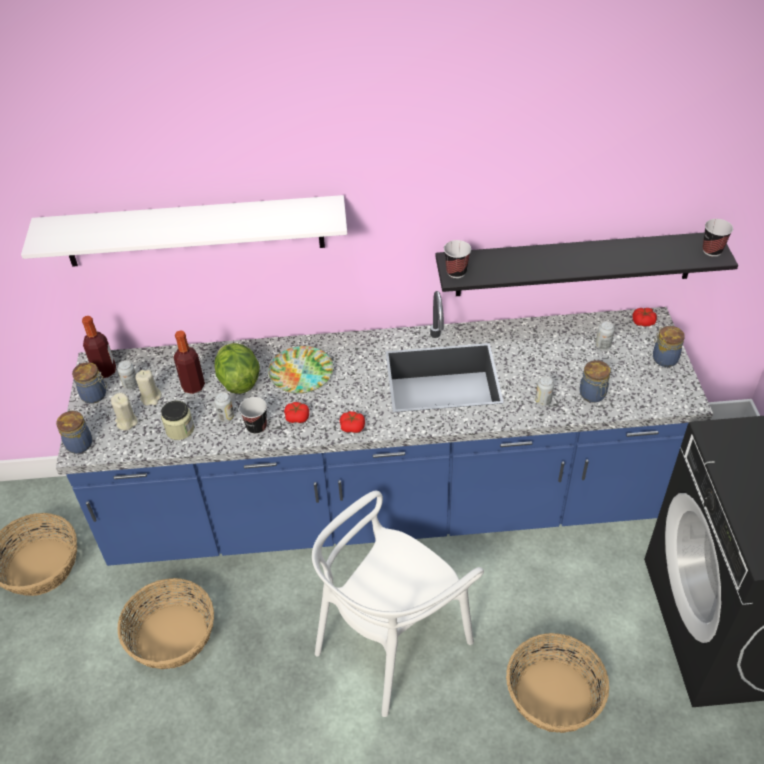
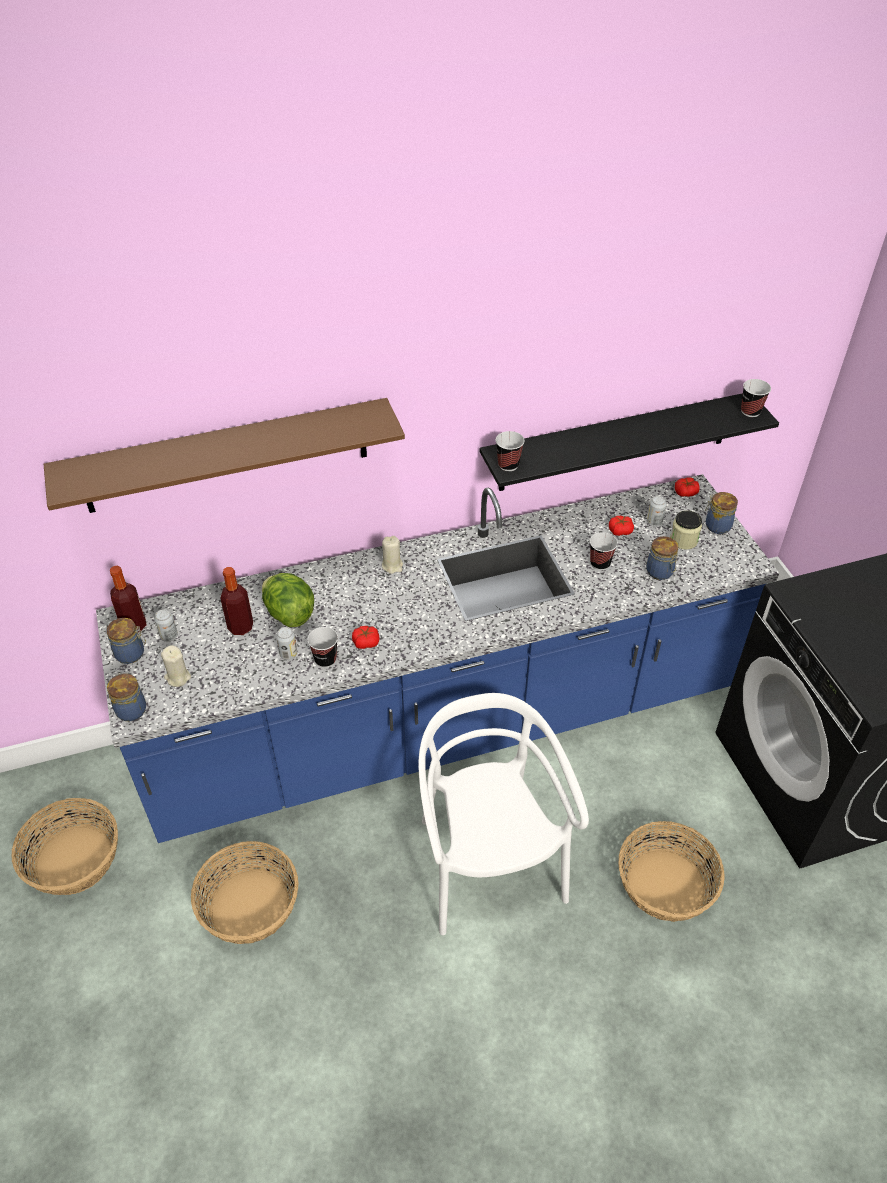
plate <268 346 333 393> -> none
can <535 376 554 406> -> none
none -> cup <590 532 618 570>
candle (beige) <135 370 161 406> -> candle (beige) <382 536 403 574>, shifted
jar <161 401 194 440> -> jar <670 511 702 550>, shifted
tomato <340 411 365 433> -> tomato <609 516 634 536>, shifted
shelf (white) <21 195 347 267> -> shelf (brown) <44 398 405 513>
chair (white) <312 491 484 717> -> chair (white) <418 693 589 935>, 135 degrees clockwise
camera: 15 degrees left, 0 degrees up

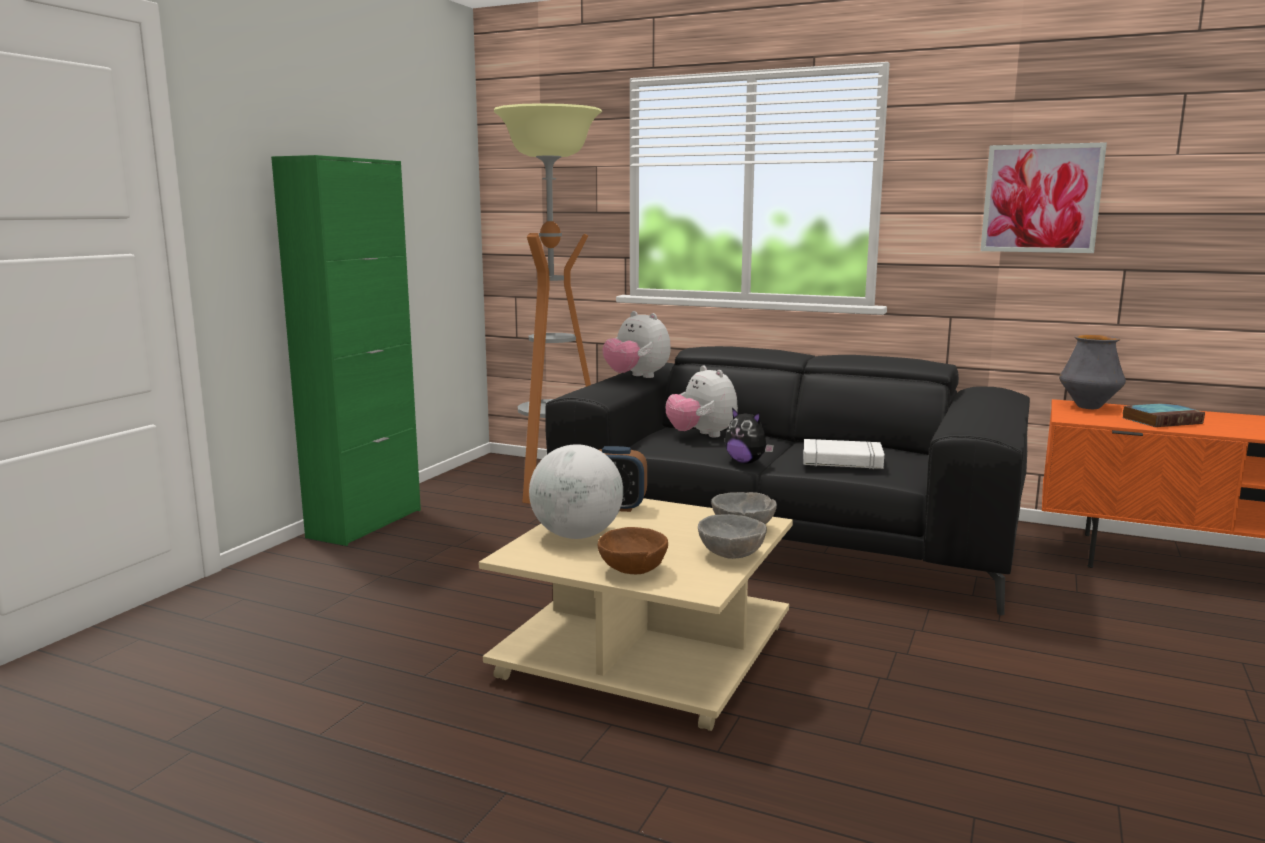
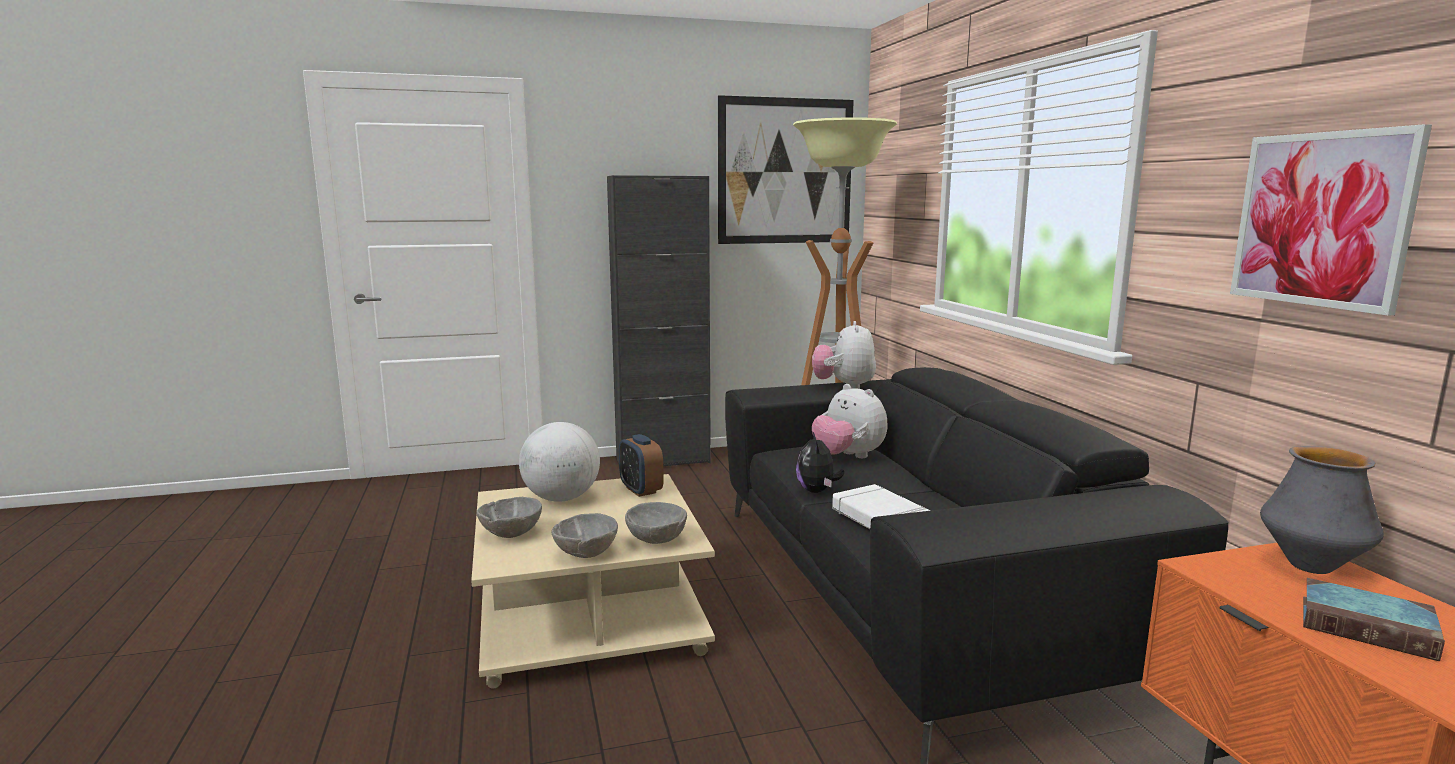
none -> picture <718 95 854 244>
cabinet (green) <271 155 421 546> -> cabinet (black) <607 175 711 466>
bowl (brown) <598 527 668 574> -> bowl (grey) <476 497 542 538>
plush toy <666 366 738 437> -> plush toy <812 384 887 458>, 60 degrees counterclockwise
camera: 50 degrees right, 0 degrees up

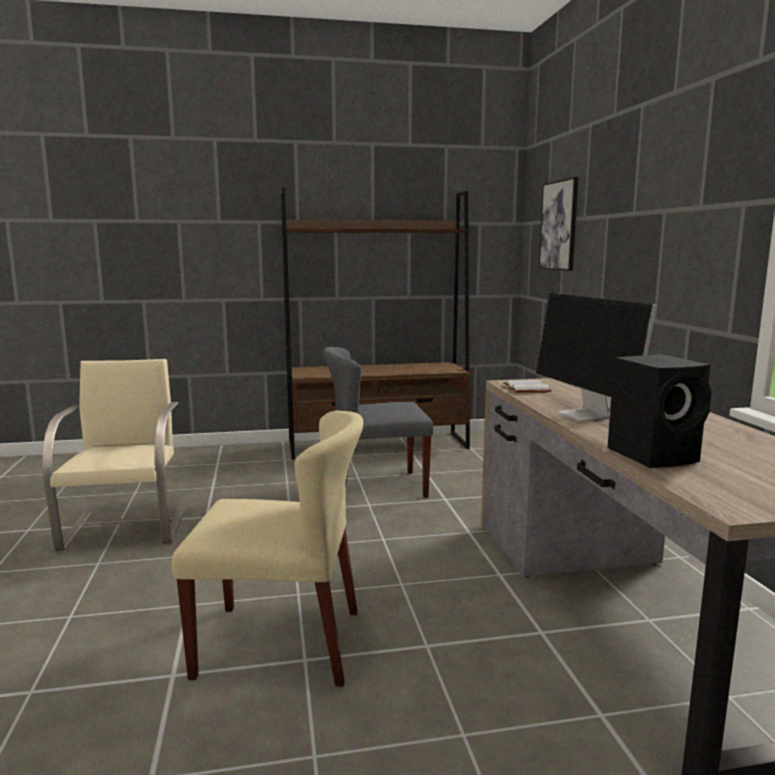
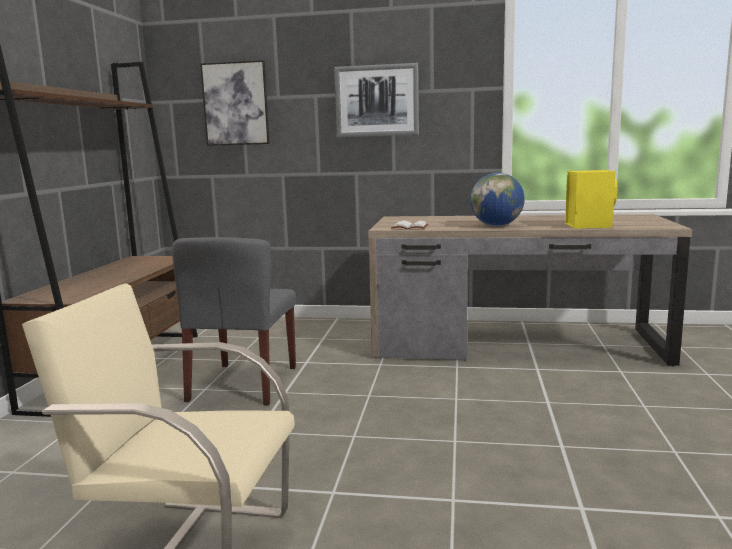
chair (beige) <172 411 364 687> -> none
none -> picture <334 63 419 137>
monitor <535 293 657 421> -> globe <470 173 525 226>
speaker (black) <607 354 712 468> -> speaker (yellow) <565 170 618 229>
camera: 70 degrees left, 0 degrees up

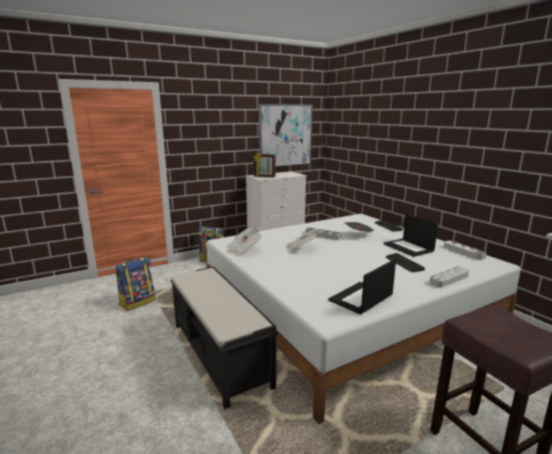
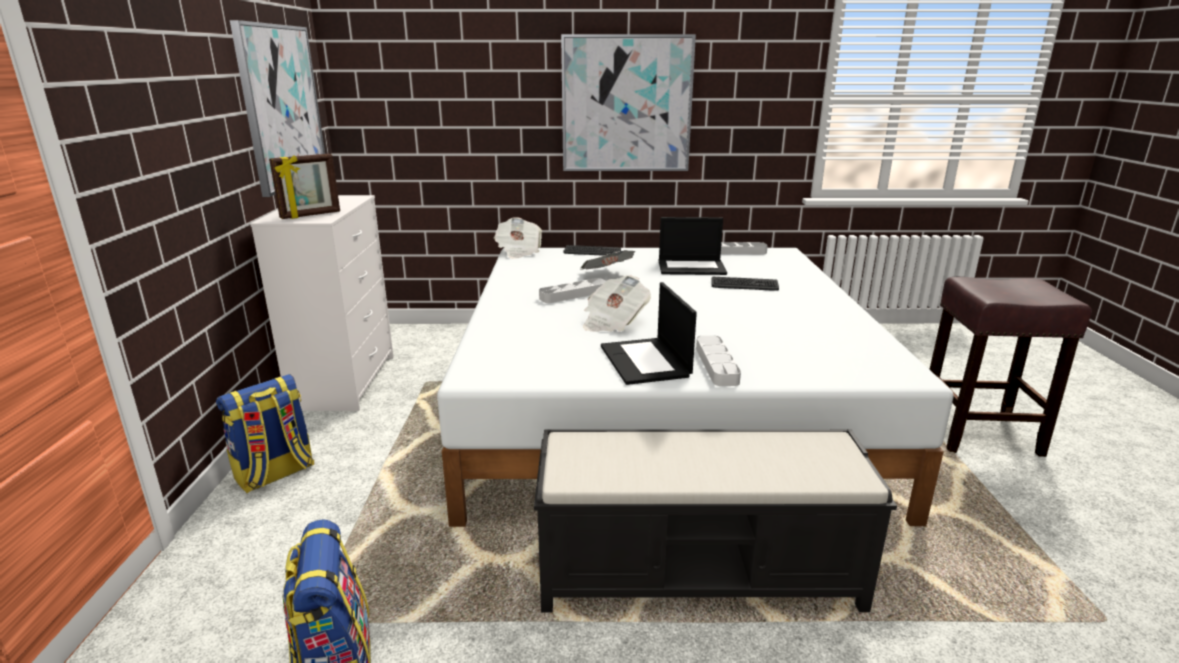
none -> picture <561 34 696 171>
newspaper <226 227 262 255> -> newspaper <494 217 542 259>, shifted
laptop <328 260 396 314> -> laptop <601 282 697 385>, shifted
tray (grey) <429 267 469 288> -> tray (grey) <696 335 741 386>, shifted
camera: 60 degrees left, 5 degrees up

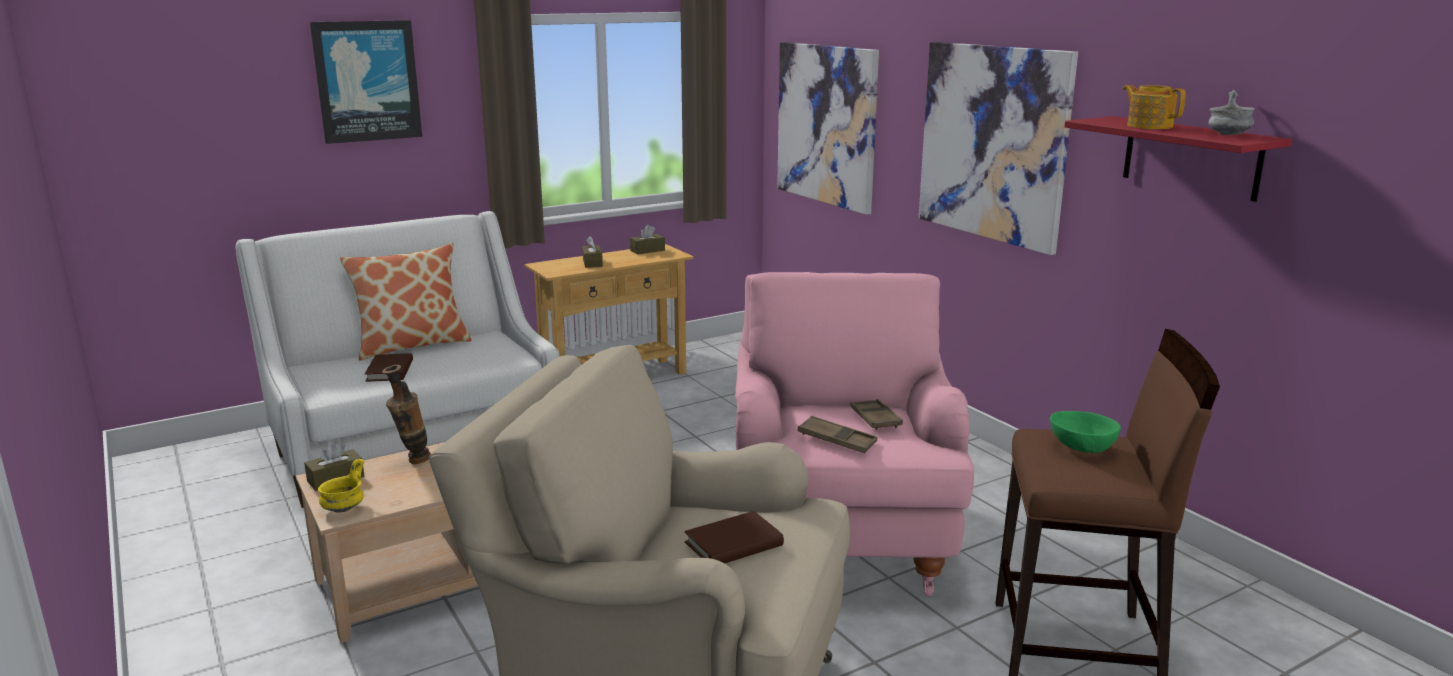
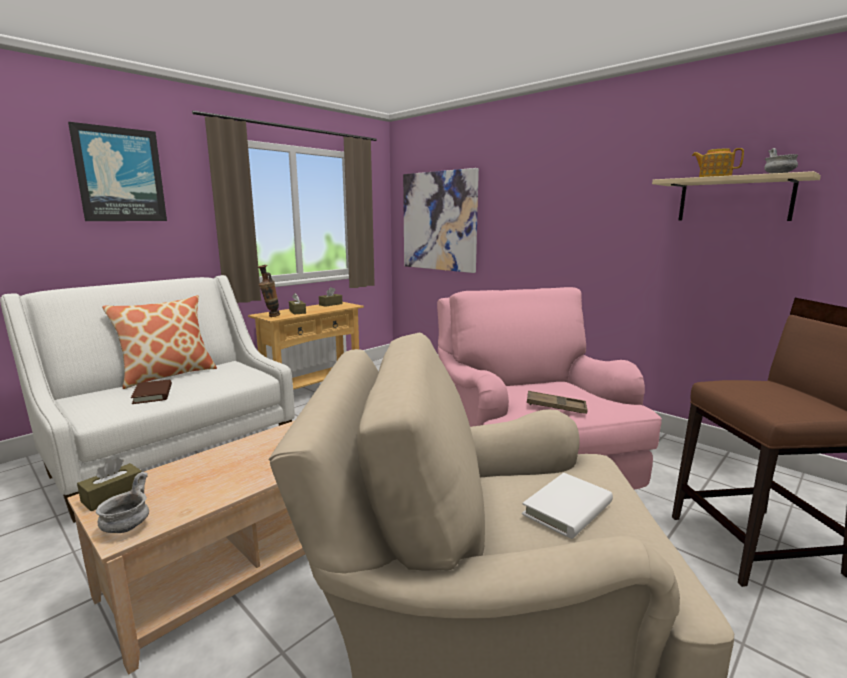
tray (brown) <850 399 903 430> -> none
picture <919 42 1078 255> -> none
bowl (green) <1050 411 1121 453> -> none
vase <382 365 431 464> -> vase <258 265 280 317>, shifted
bowl (yellow) <318 459 364 513> -> bowl (grey) <96 472 149 533>
book (brown) <685 511 784 563> -> book (white) <522 473 613 539>
shelf (red) <1065 116 1292 202> -> shelf (beige) <652 171 821 221>
camera: 15 degrees left, 5 degrees down

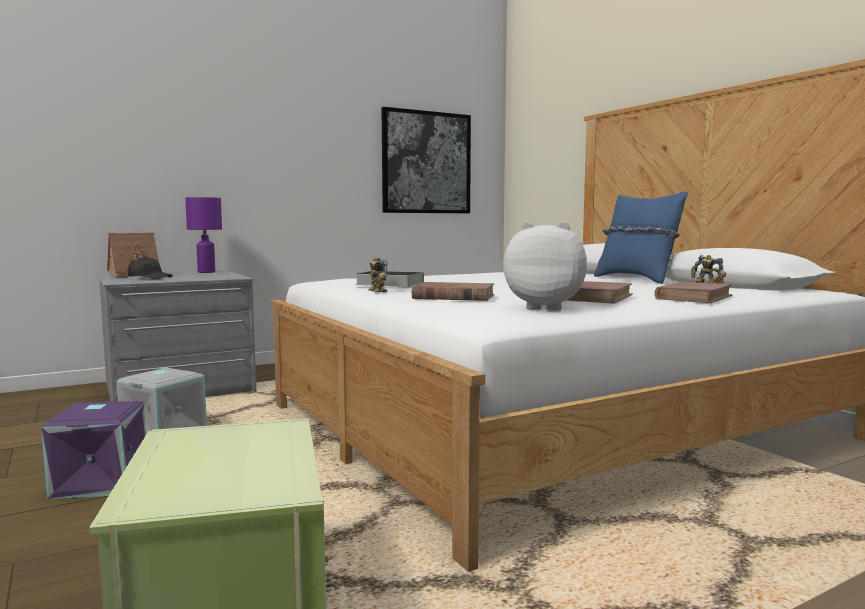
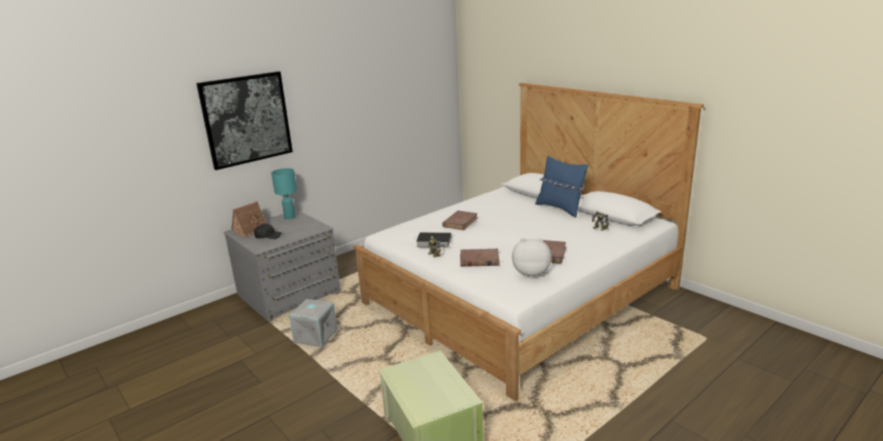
storage box (purple) <41 401 146 499> -> none
picture <382 107 471 213> -> picture <196 71 293 170>, shifted
book (brown) <655 282 733 303> -> book (brown) <442 211 478 230>, shifted
table lamp (purple) <185 197 222 273> -> table lamp (turquoise) <271 168 297 219>
camera: 10 degrees left, 15 degrees up

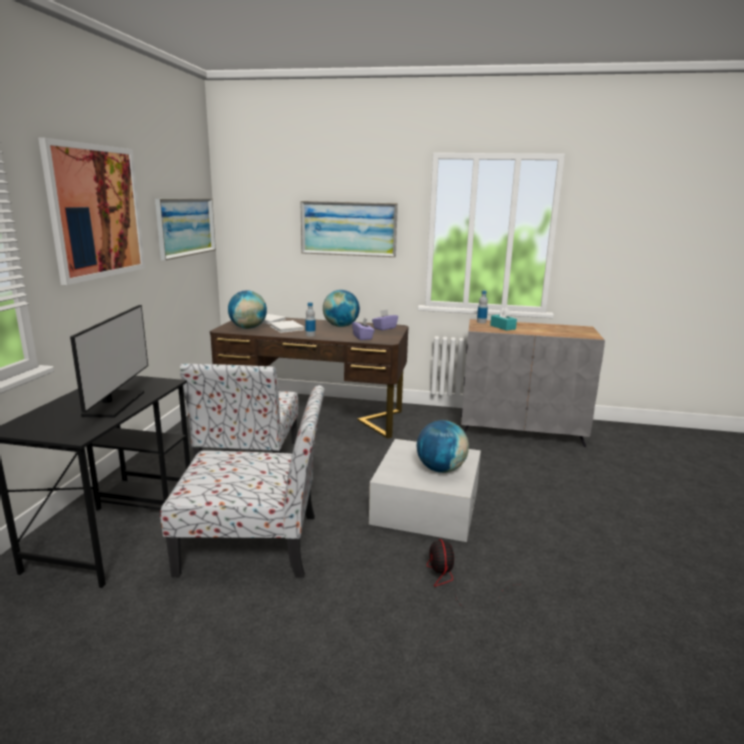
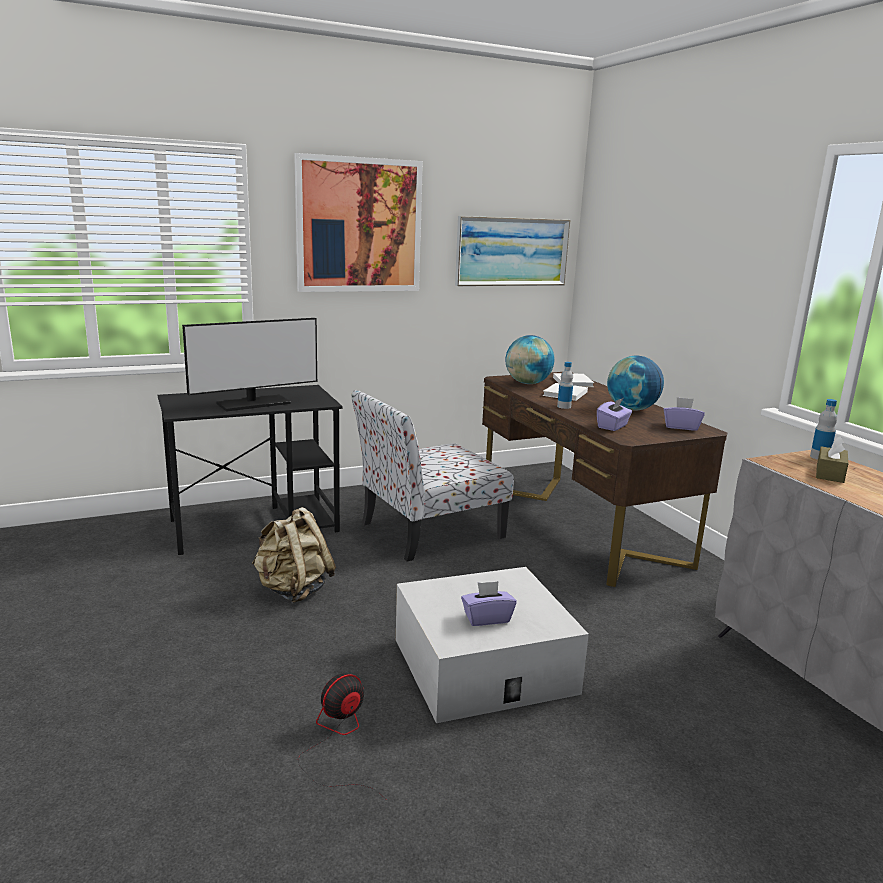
picture <300 201 398 257> -> none
chair <160 385 325 578> -> backpack (beige) <252 507 336 603>
globe <417 420 469 473> -> tissue box (purple) <461 581 517 626>
tissue box (turquoise) <490 307 517 331> -> tissue box (brown) <816 436 848 483>
camera: 55 degrees right, 0 degrees up

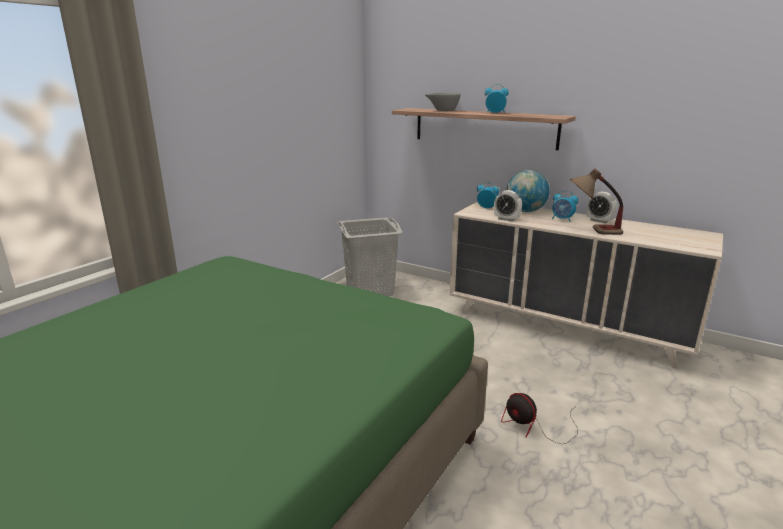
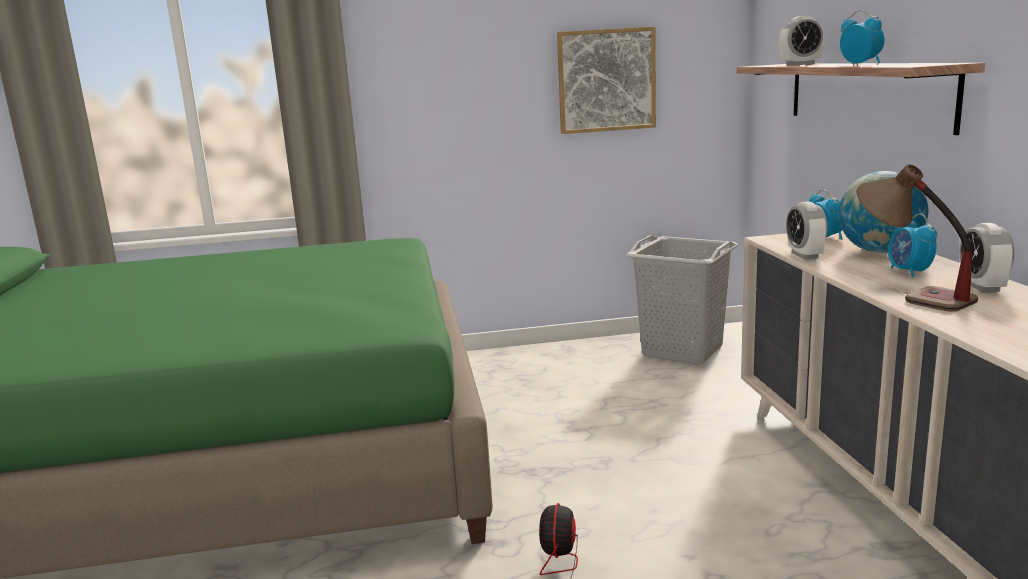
none -> picture <557 27 656 134>
bowl (grey) <425 93 461 111> -> alarm clock <779 16 825 66>
camera: 50 degrees right, 5 degrees down

